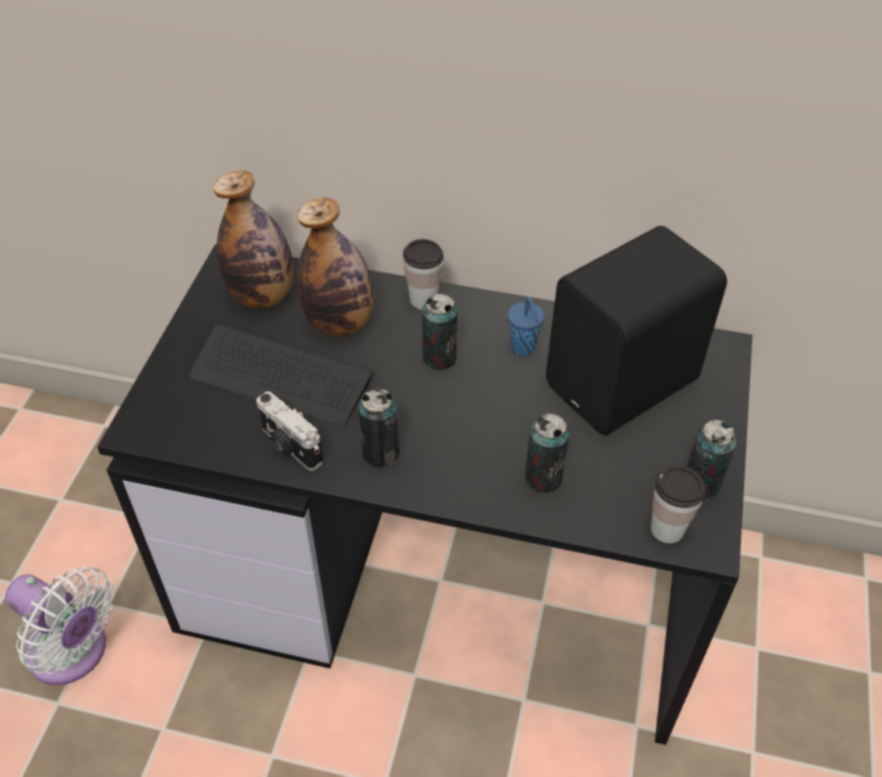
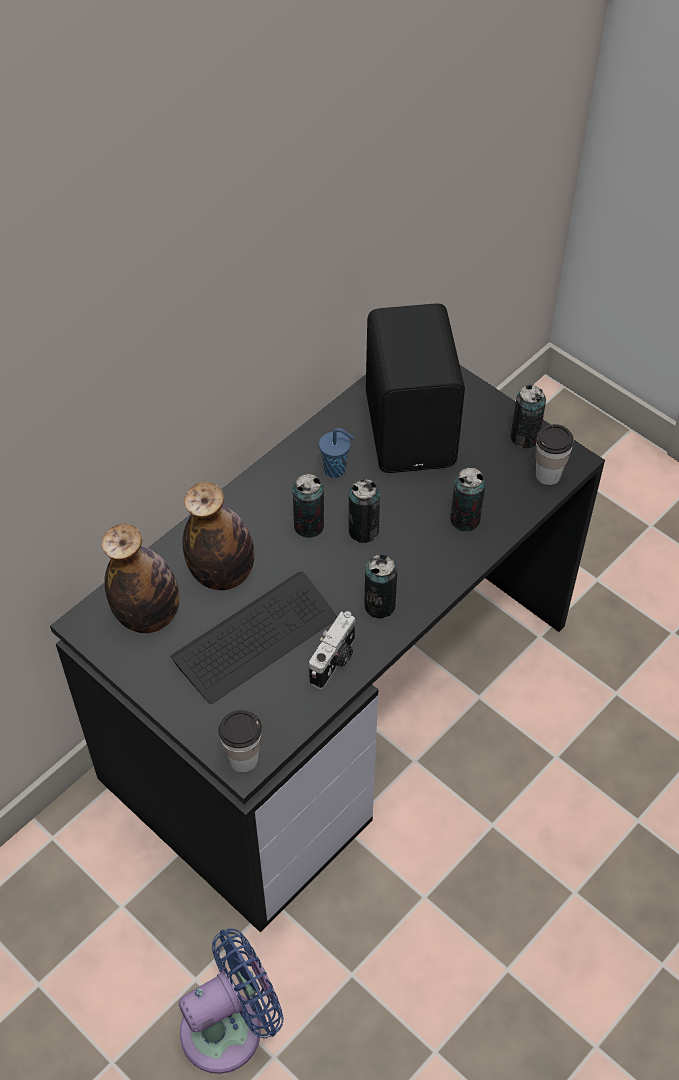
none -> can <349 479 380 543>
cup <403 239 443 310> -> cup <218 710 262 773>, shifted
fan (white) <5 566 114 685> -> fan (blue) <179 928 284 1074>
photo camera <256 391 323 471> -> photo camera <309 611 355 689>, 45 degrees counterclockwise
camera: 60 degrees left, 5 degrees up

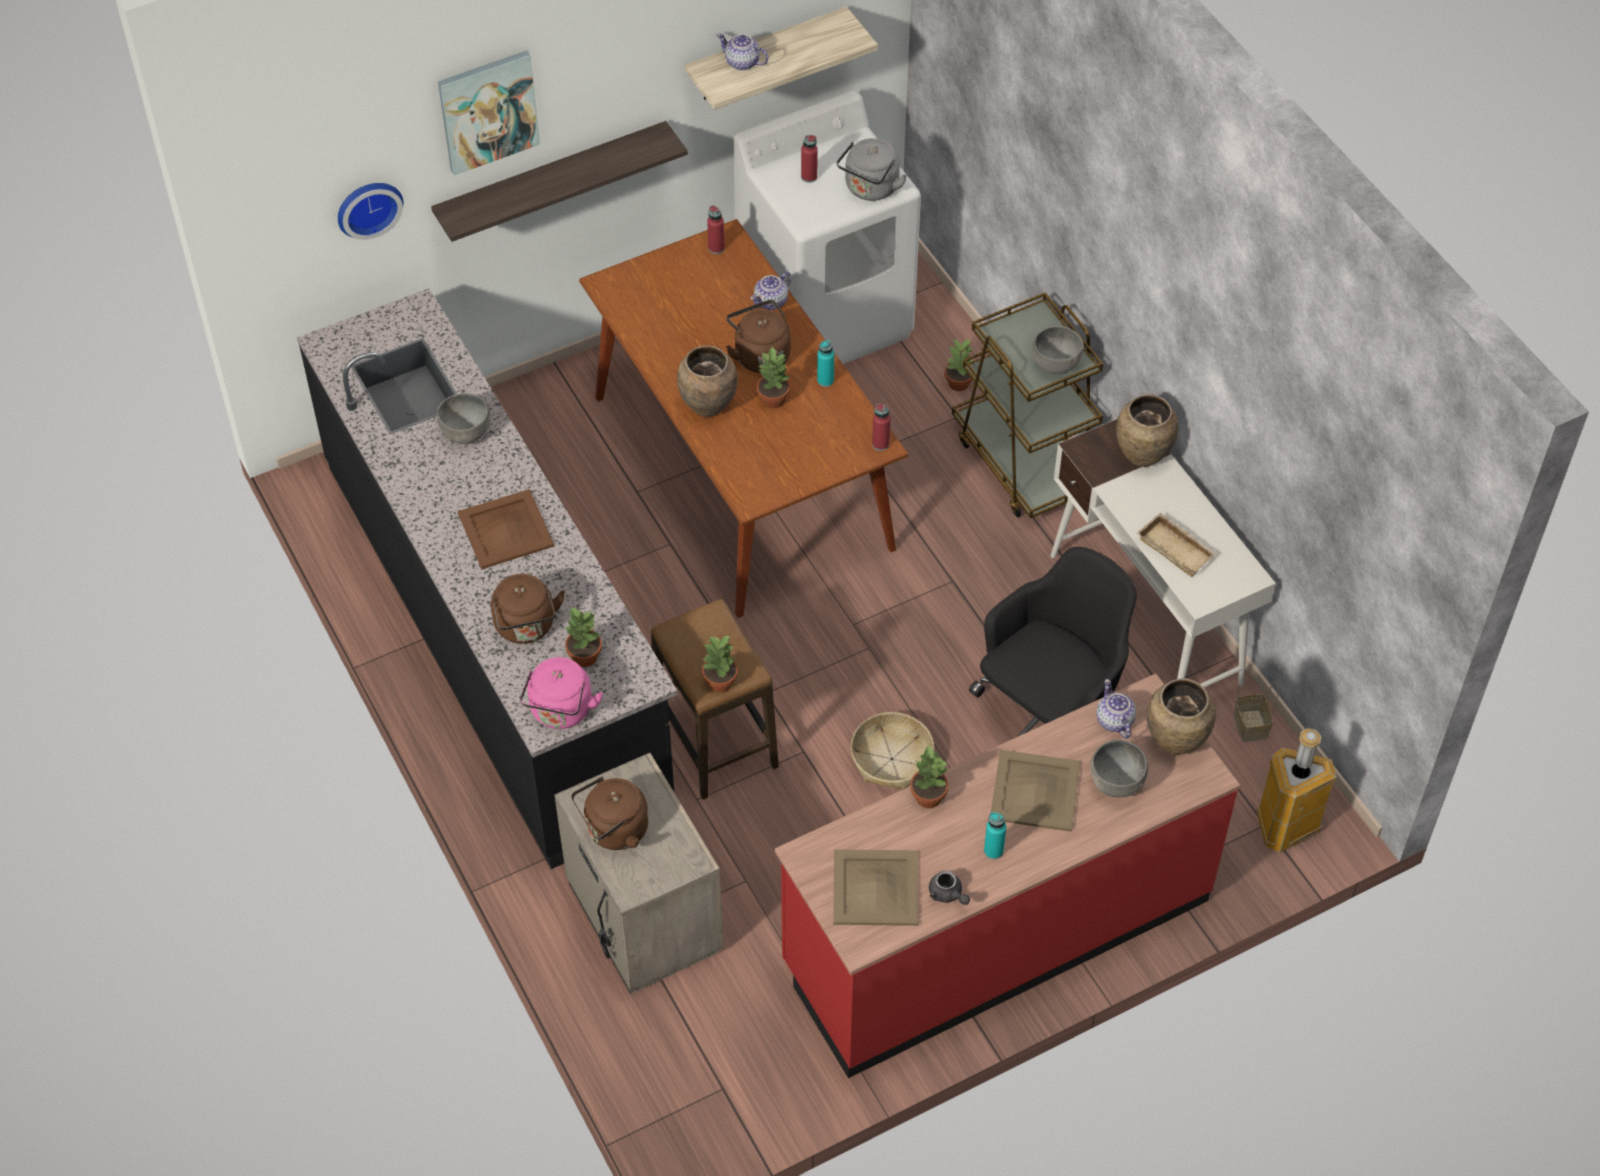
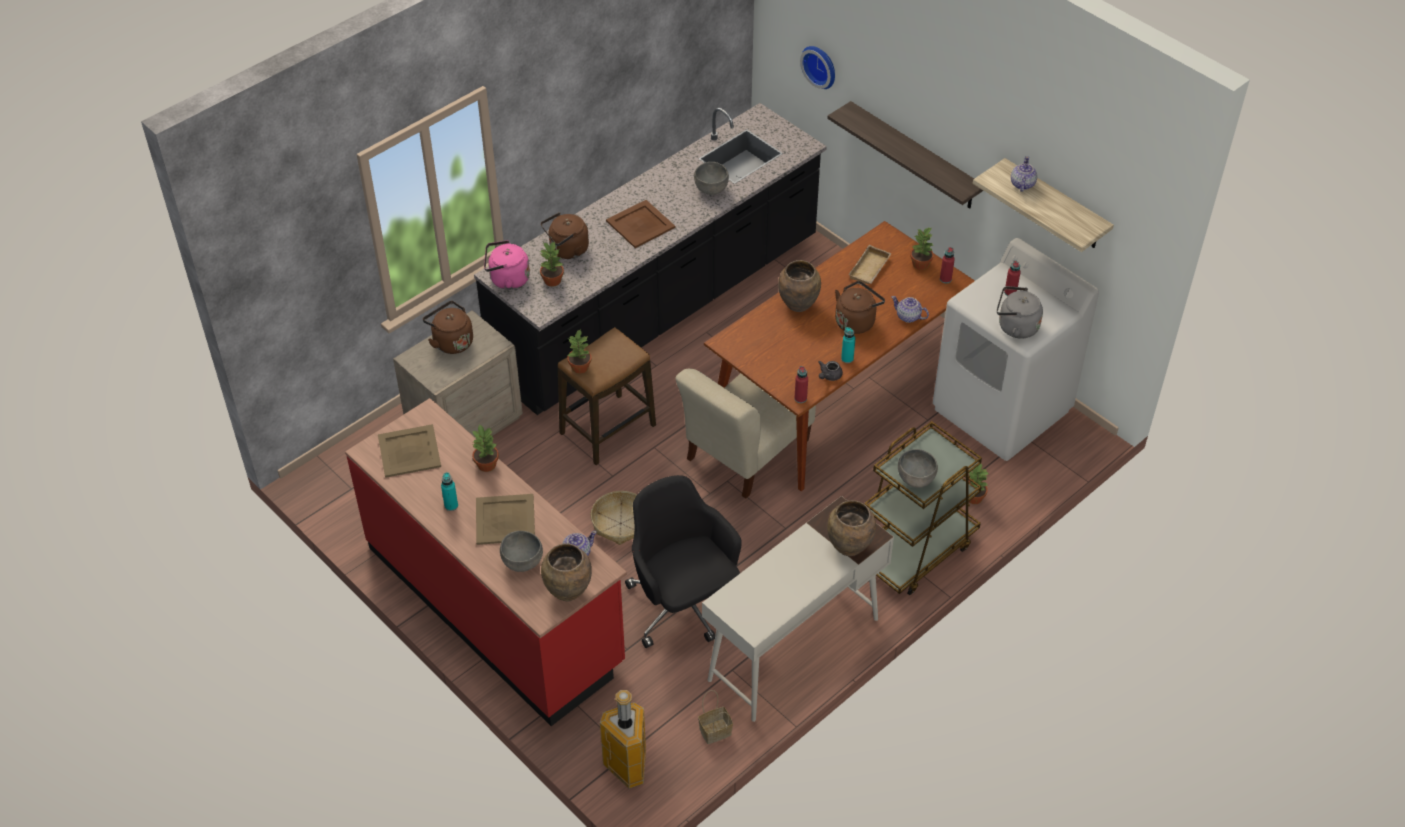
picture <438 50 540 176> -> none
none -> chair (beige) <675 368 816 499>
potted plant <757 347 790 409> -> potted plant <910 228 934 270>, shifted
teapot (grey) <929 871 970 905> -> teapot (grey) <818 361 843 381>, shifted
tray (beige) <1137 513 1217 577> -> tray (beige) <848 245 892 284>, shifted
office chair (black) <969 547 1137 737> -> office chair (black) <625 475 742 648>, 150 degrees counterclockwise
camera: 75 degrees right, 5 degrees down

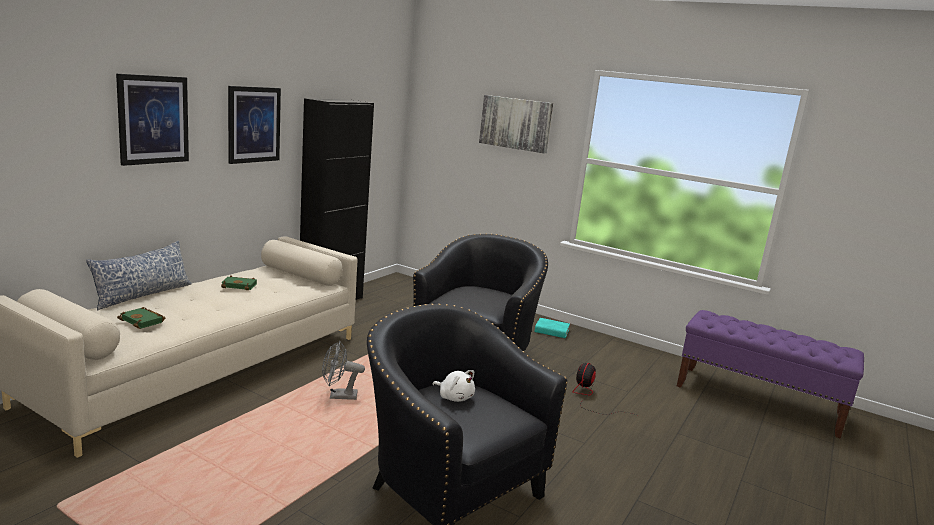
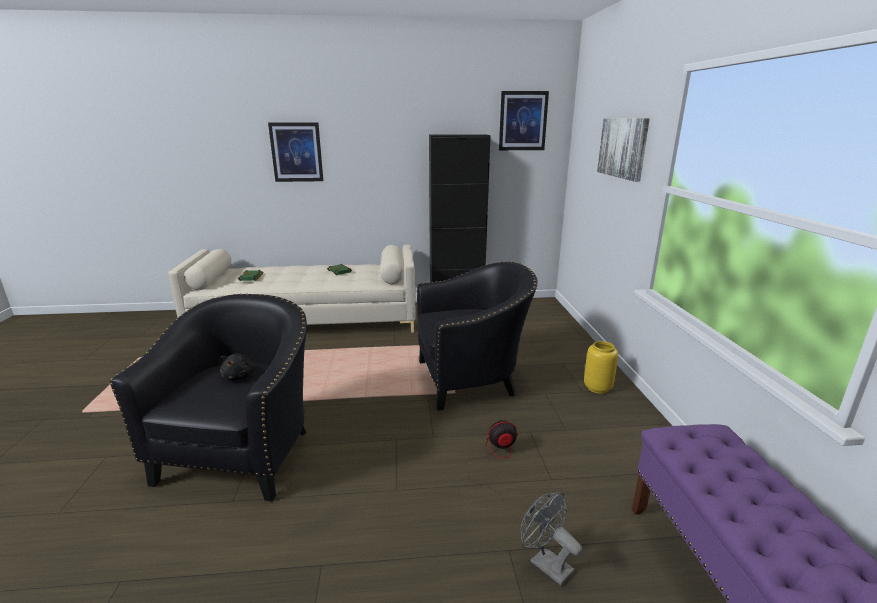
pillow <86 241 192 310> -> none
picture <228 86 281 164> -> picture <499 91 549 150>, shifted
fan (grey) <322 341 365 400> -> fan (grey) <520 492 582 586>, shifted
book (turquoise) <535 318 570 338> -> vase (yellow) <584 341 618 394>
plush toy (white) <432 370 475 402> -> plush toy (black) <219 353 255 380>
camera: 55 degrees right, 5 degrees up

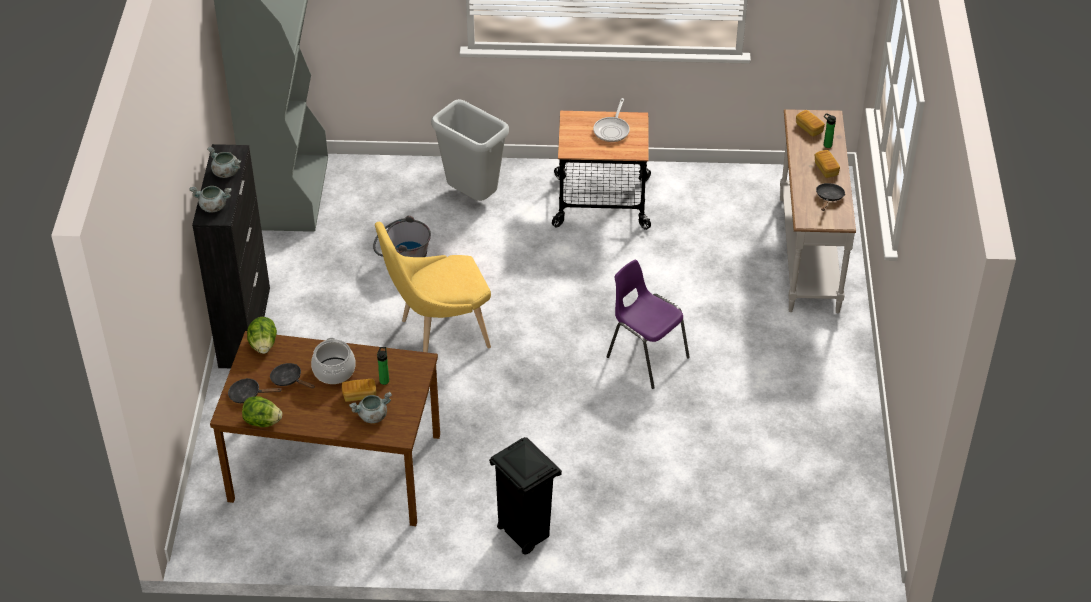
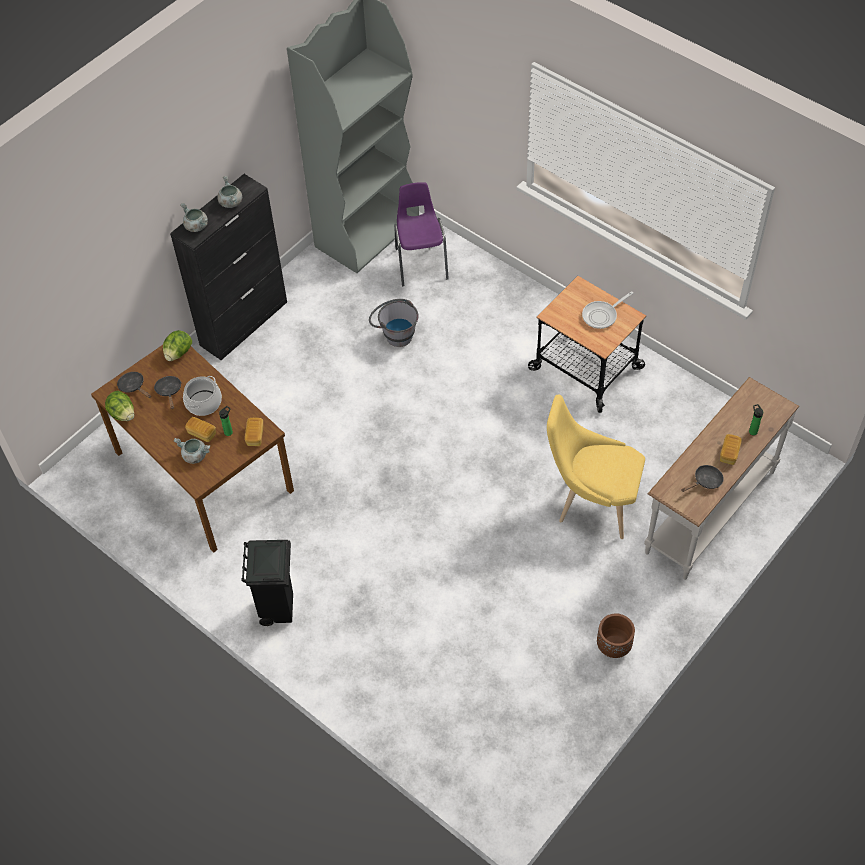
trash can (grey) <431 99 509 201> -> none
none -> planter (brown) <597 613 635 658>
chair (yellow) <375 222 491 353> -> chair (yellow) <547 395 645 539>, shifted
chair (purple) <606 260 690 389> -> chair (purple) <394 182 449 286>, shifted
bread <796 110 825 137> -> bread <245 418 263 446>, shifted
camera: 40 degrees right, 10 degrees up

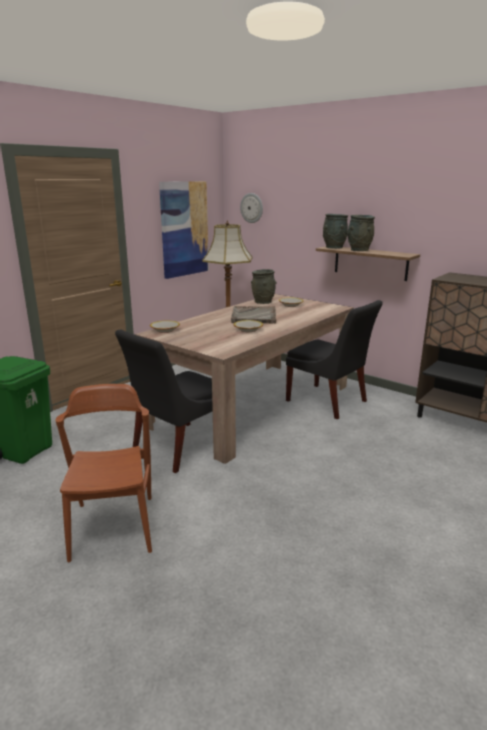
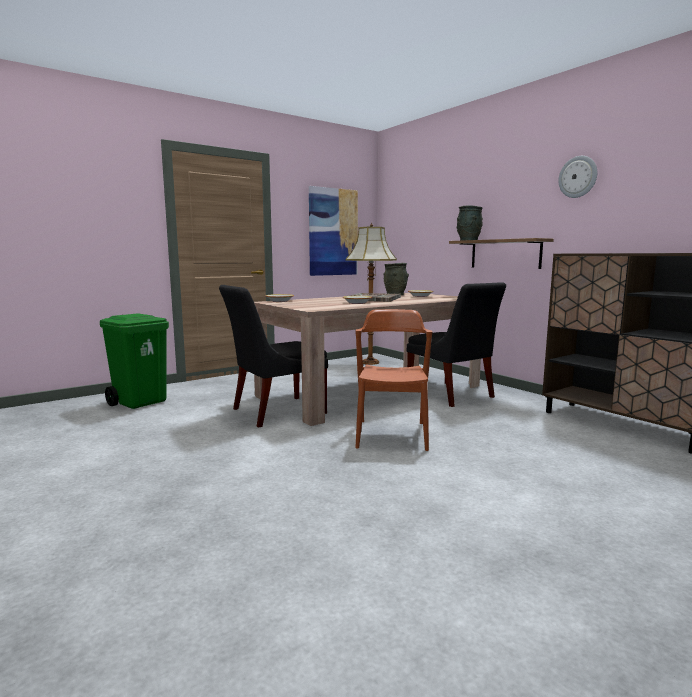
vase (grey) <347 215 375 251> -> none
chair (brown) <56 384 152 562> -> chair (brown) <355 309 432 451>, shifted
wall clock <240 193 263 223> -> wall clock <559 156 597 198>, shifted
camera: 15 degrees right, 10 degrees down

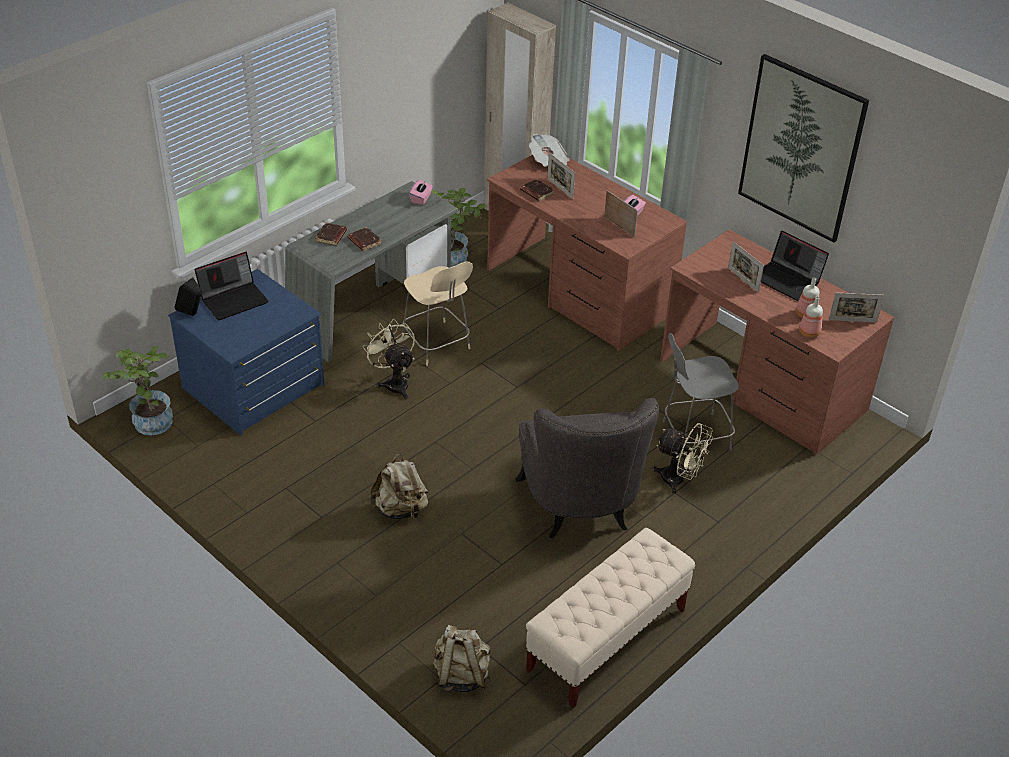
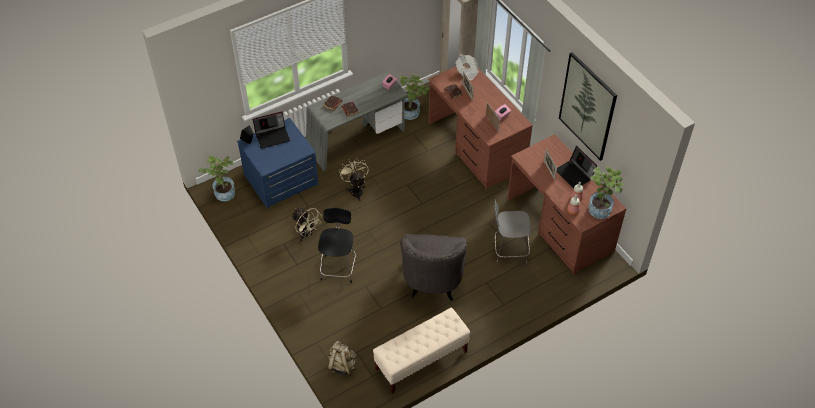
chair (beige) <402 262 473 366> -> none
fan (beige) <652 423 713 494> -> fan (beige) <292 208 321 242>, shifted
backpack (beige) <370 454 429 521> -> chair (black) <318 208 356 283>
picture frame <829 292 884 323> -> potted plant <589 166 624 219>
camera: 15 degrees right, 10 degrees up

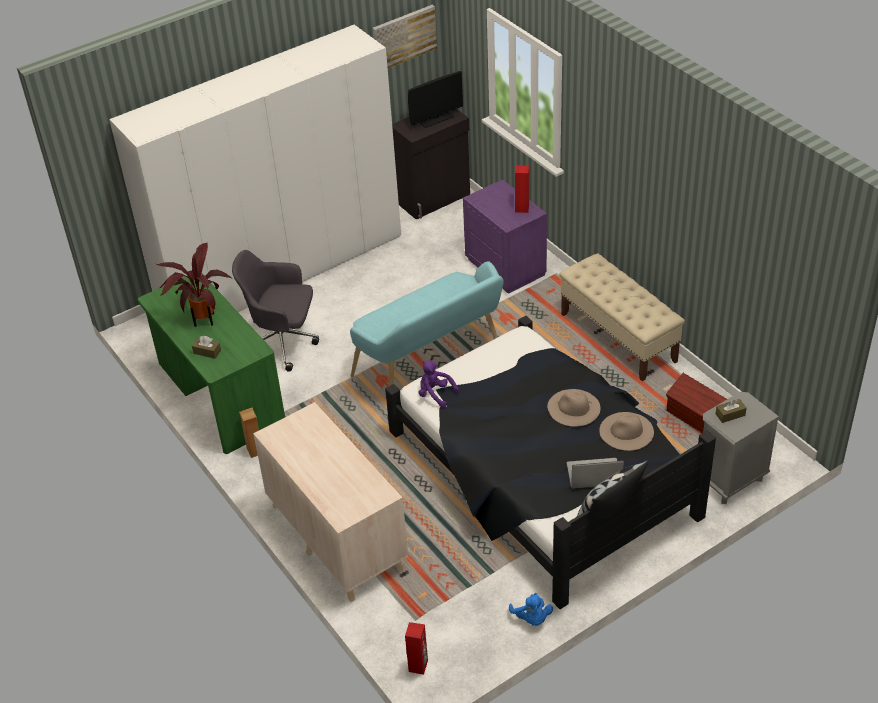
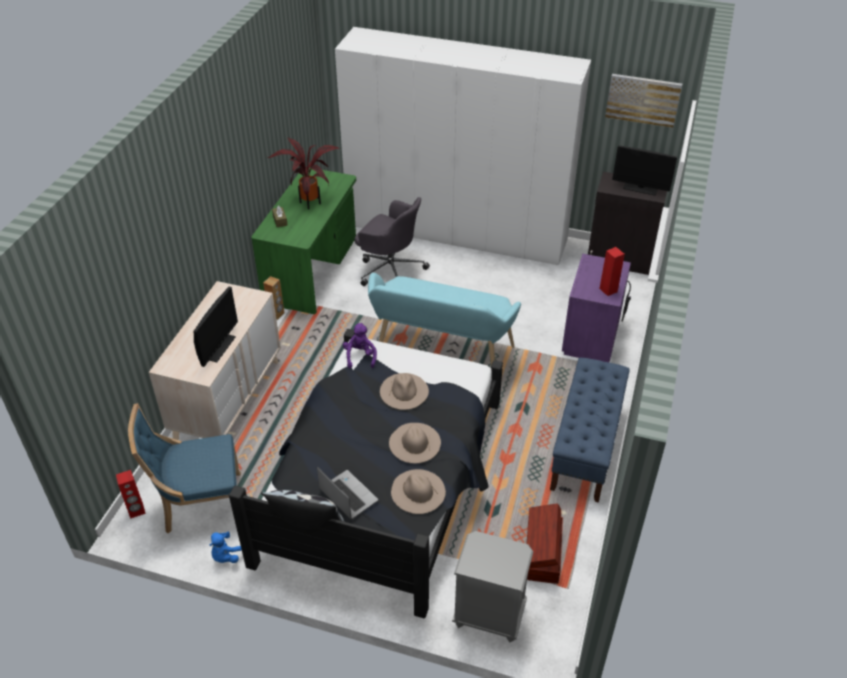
tissue box (brown) <716 399 747 423> -> none
none -> chair (blue) <128 403 241 533>
none -> monitor <194 287 238 367>
none -> hat (beige) <380 373 429 410>
bench (beige) <559 254 685 381> -> bench (blue) <550 357 630 503>
office chair (grey) <232 250 319 372> -> office chair (grey) <355 197 430 286>, 150 degrees clockwise
camera: 50 degrees right, 0 degrees up

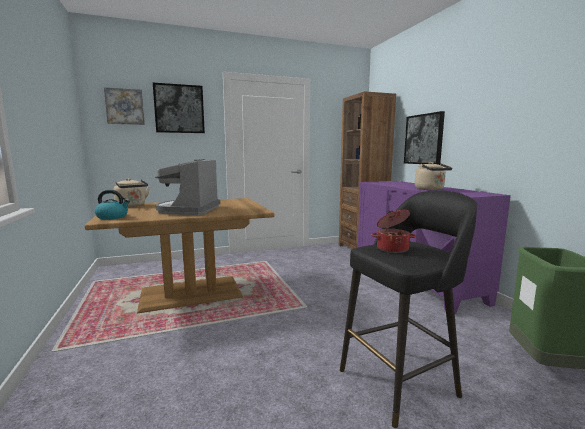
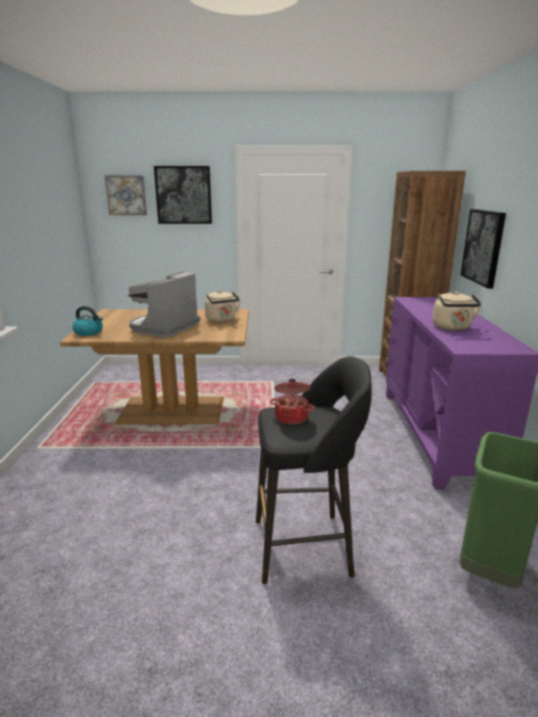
kettle (beige) <113 178 150 207> -> kettle (beige) <205 290 241 322>, shifted
camera: 20 degrees right, 10 degrees up

